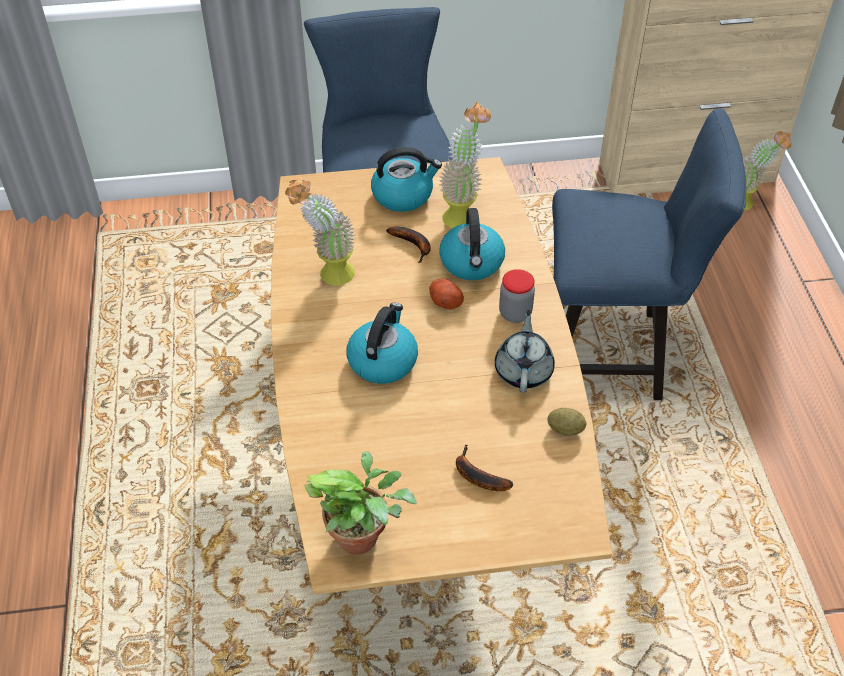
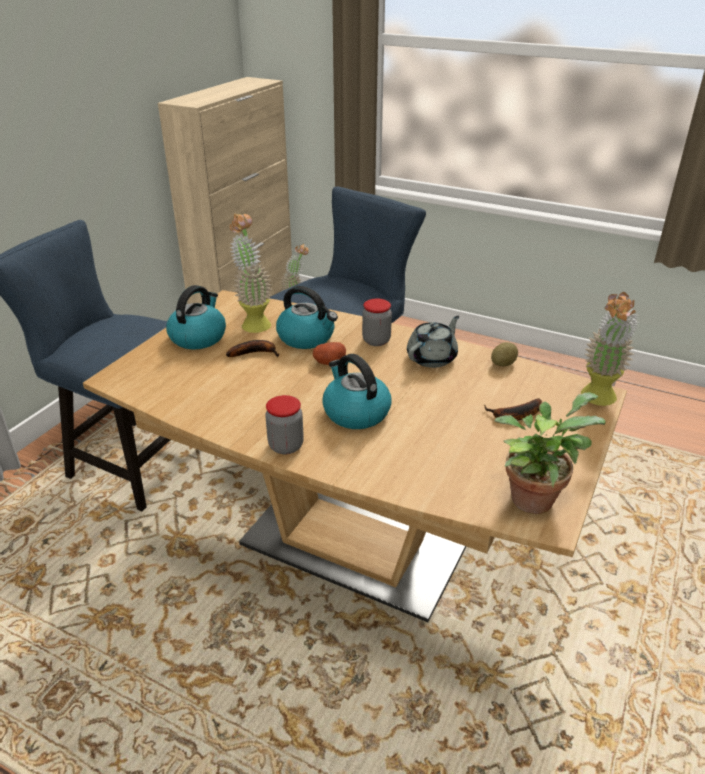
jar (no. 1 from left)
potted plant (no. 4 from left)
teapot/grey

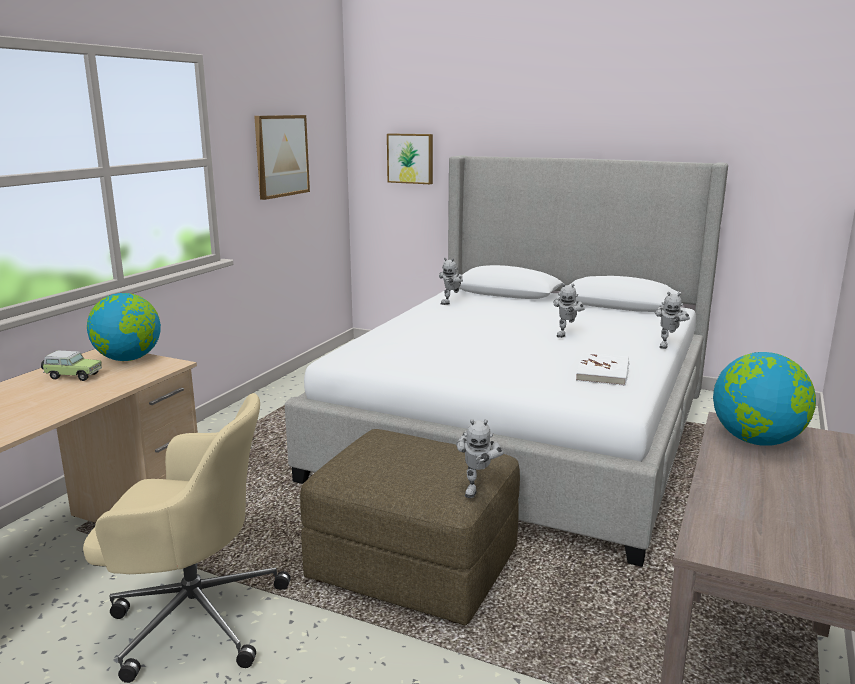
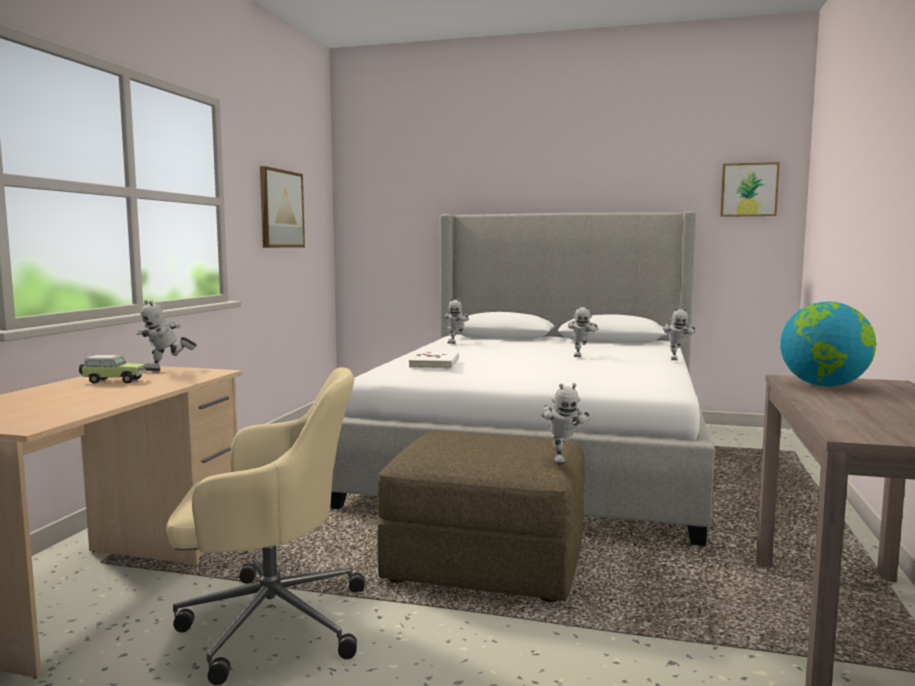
picture (no. 2 from left)
book/white
toy robot (no. 1 from left)

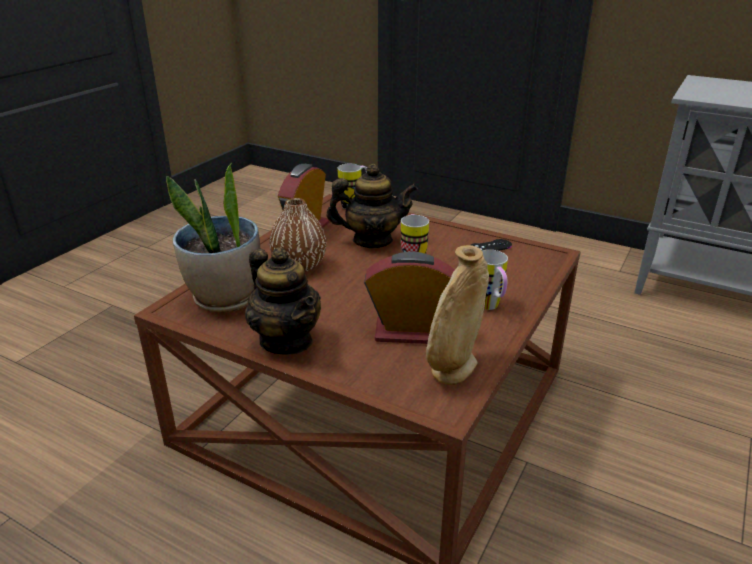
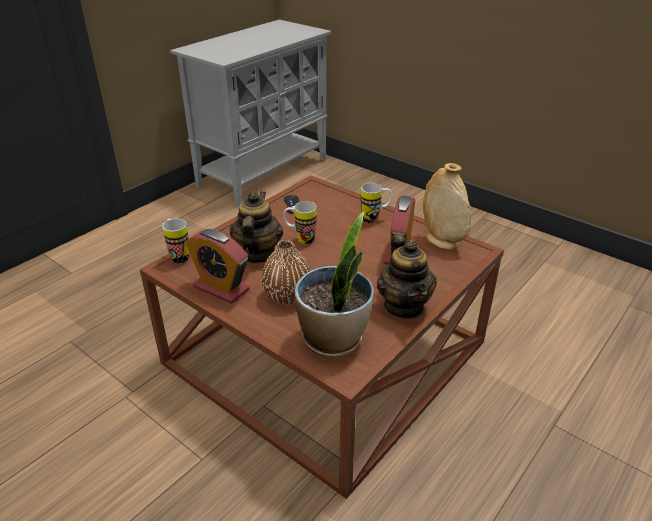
teapot (no. 2 from left)

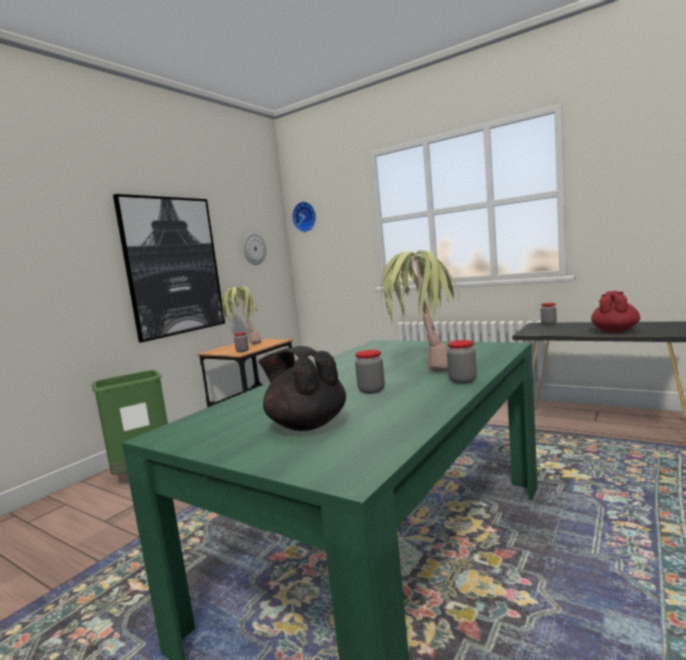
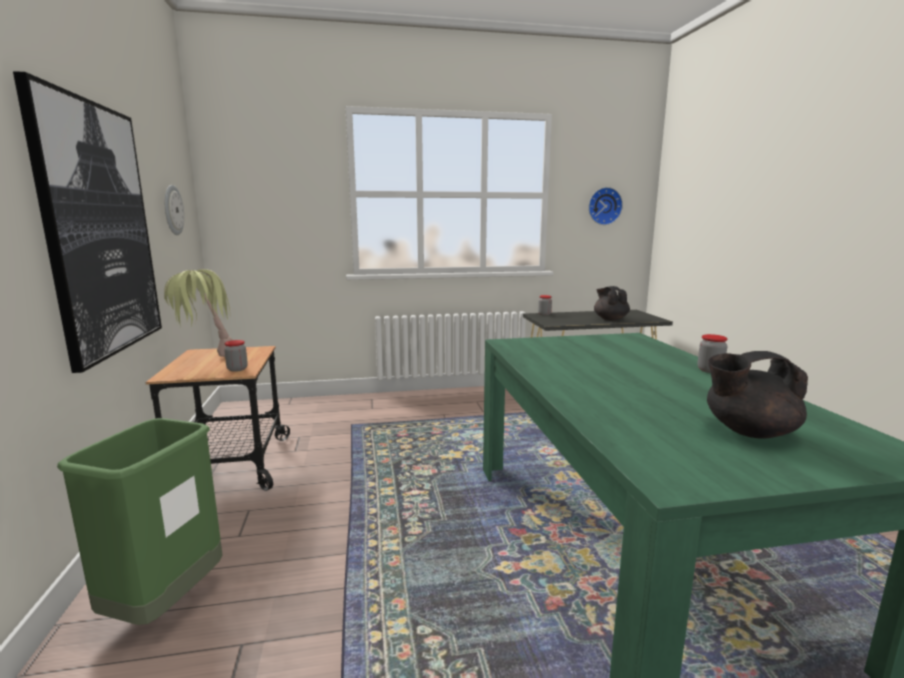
jar (no. 2 from left in the first image)
potted plant (no. 2 from left in the first image)
wall clock (no. 2 from left)
teapot/black (no. 1 from left)

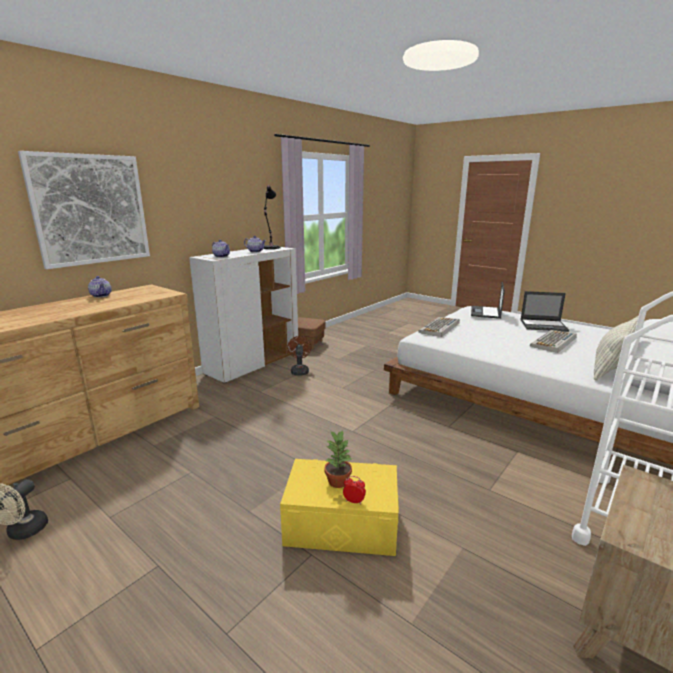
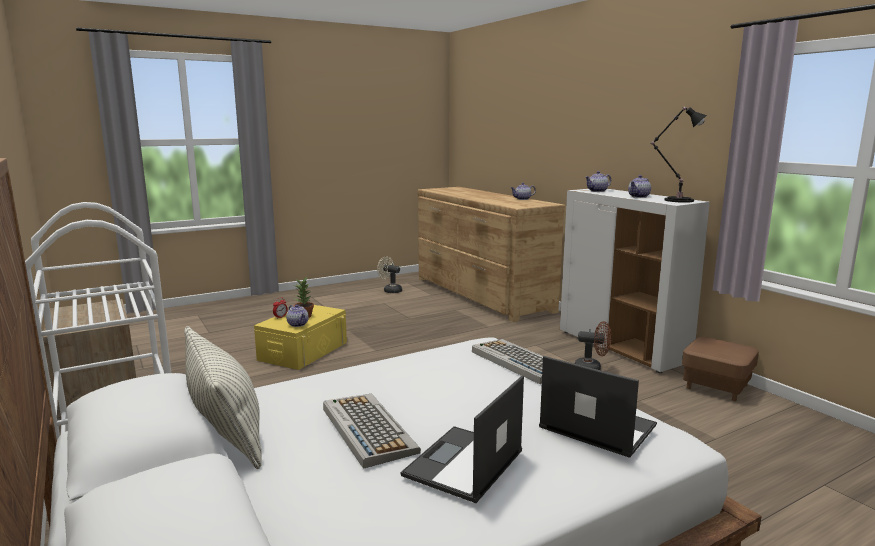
picture
teapot (no. 1 from left)

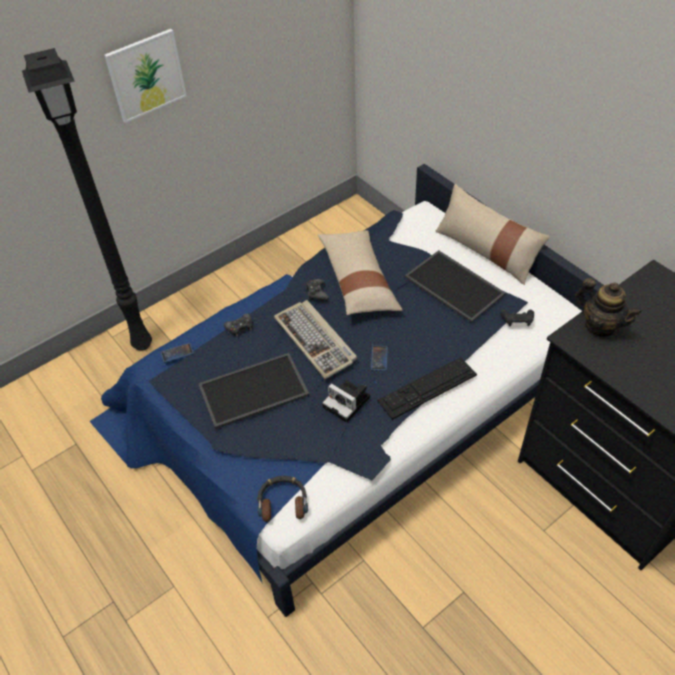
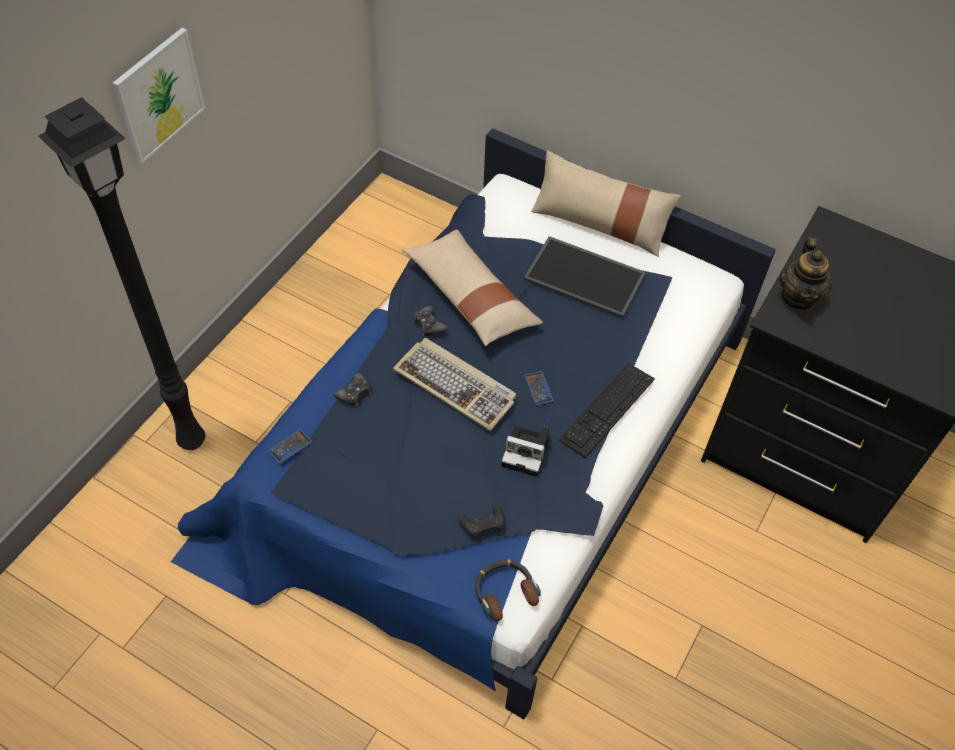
tray (no. 1 from left in the first image)
game controller/black (no. 3 from left)
teapot

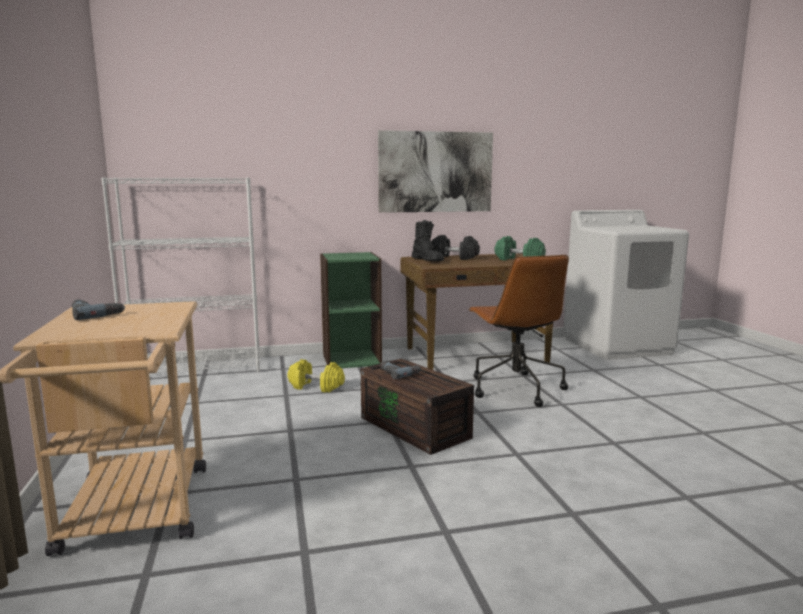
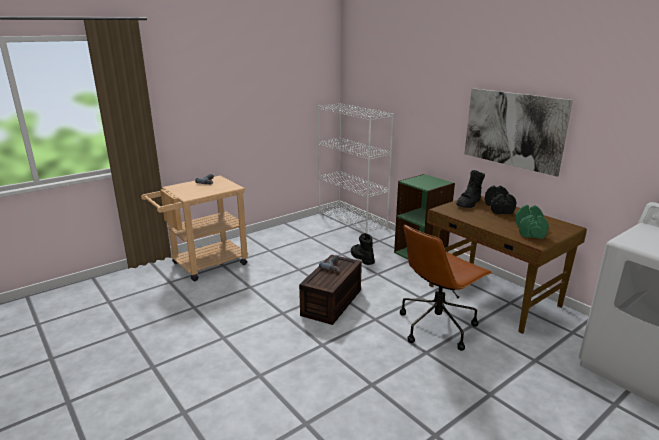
boot/black (no. 1 from left)

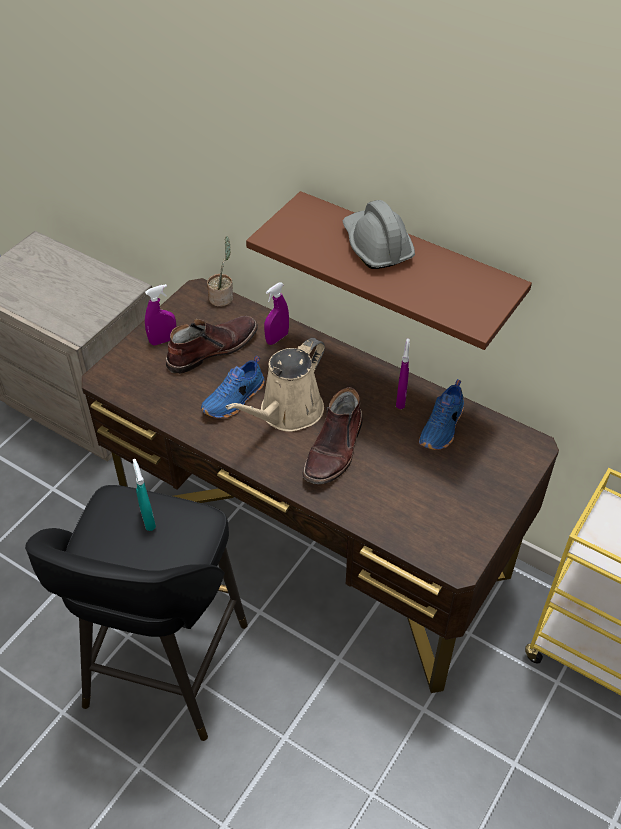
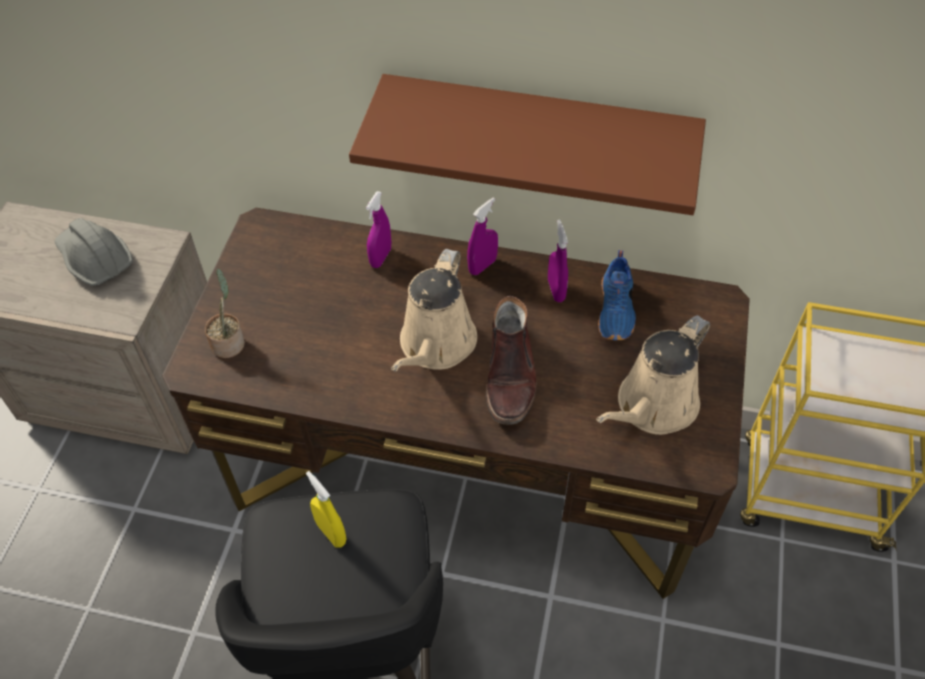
boot/brown (no. 1 from left in the first image)
shoe/blue (no. 1 from left in the first image)
watering can/beige (no. 2 from left)
spray bottle/purple (no. 2 from left)
potted plant
hard hat/grey
spray bottle/yellow

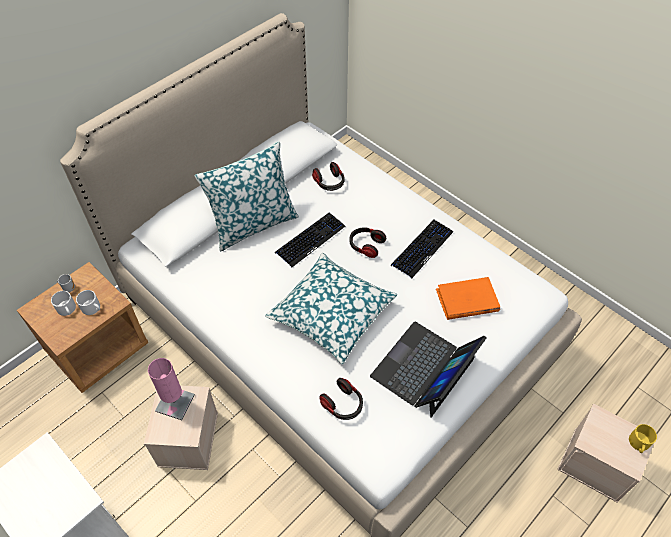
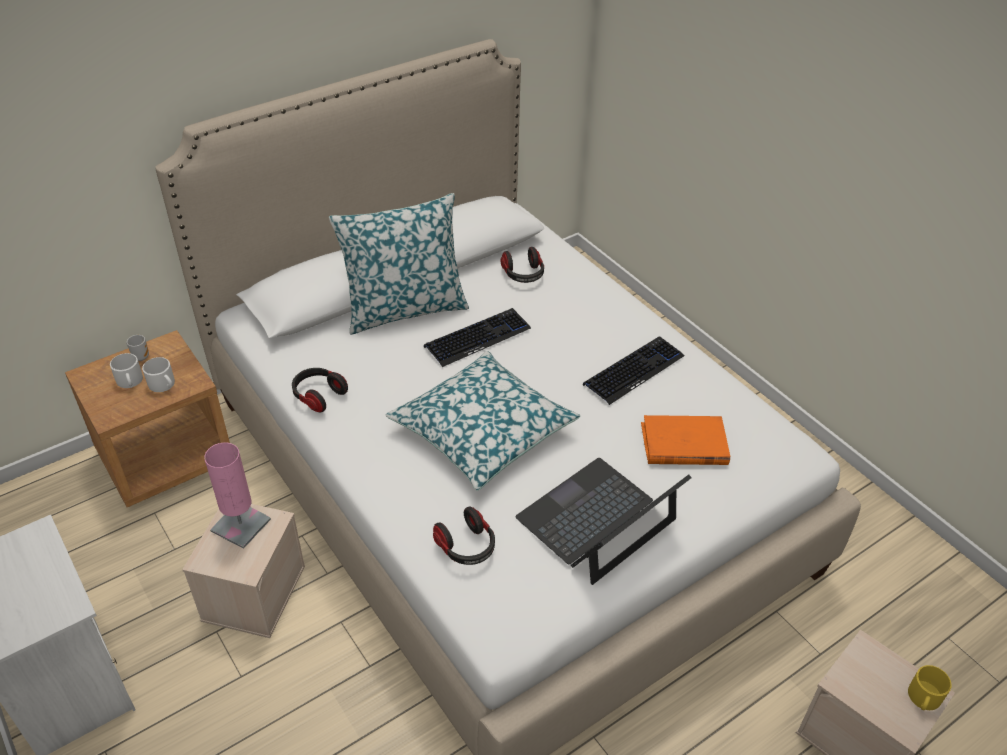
headphones (no. 1 from left)

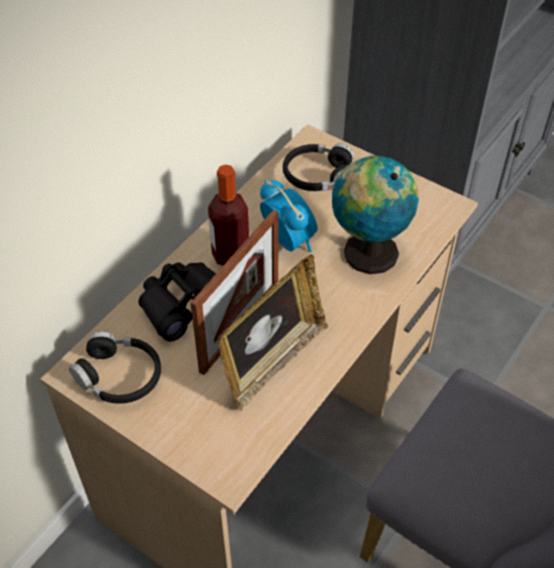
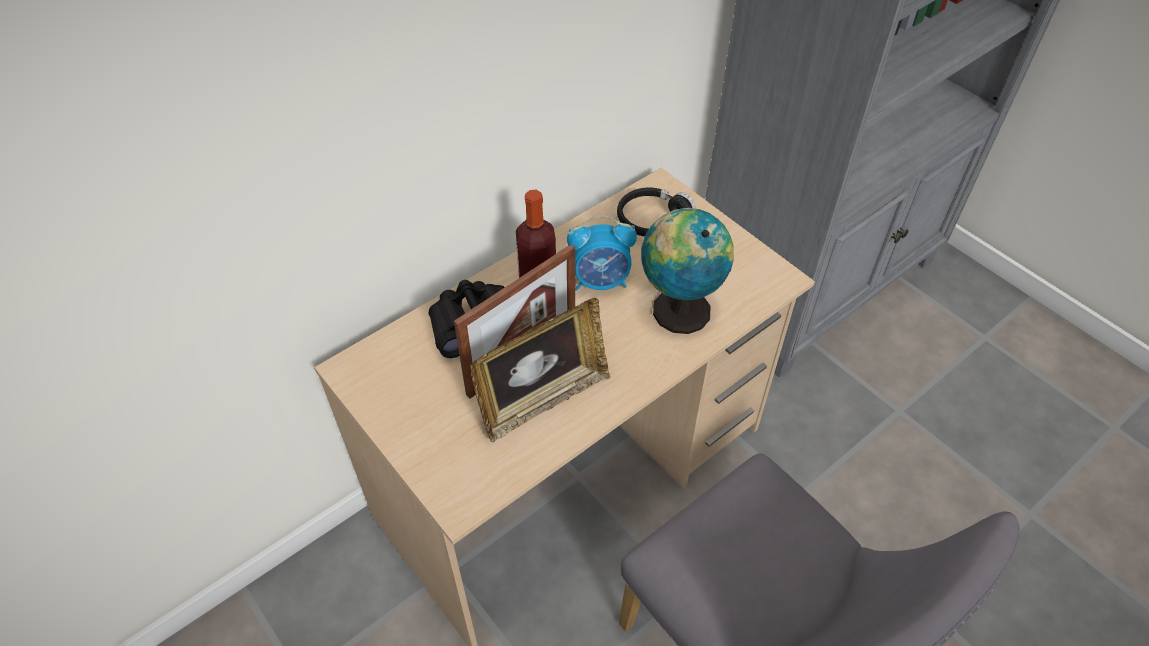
headphones/black (no. 1 from left in the first image)
alarm clock

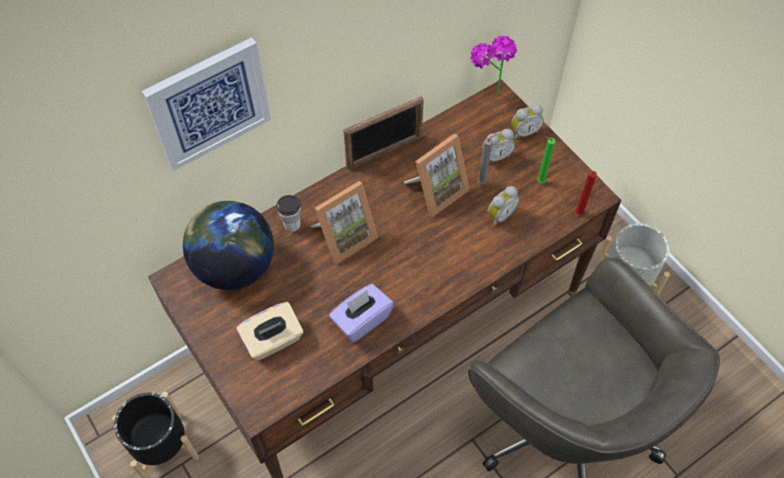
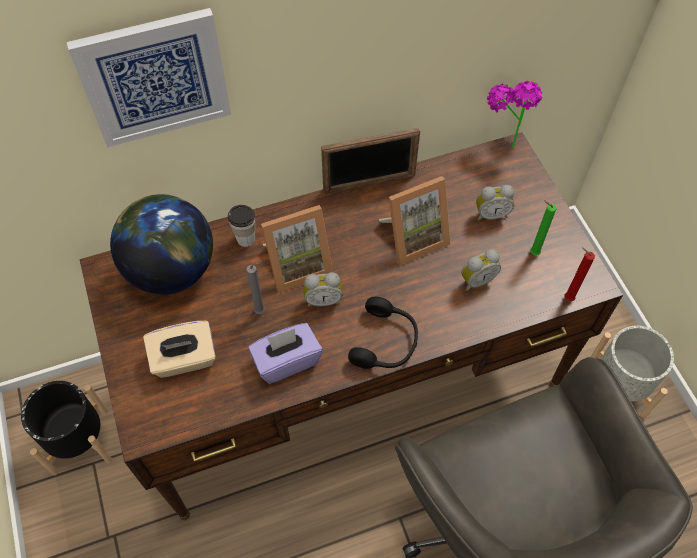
headphones/black
candle/grey
alarm clock (no. 1 from left)

